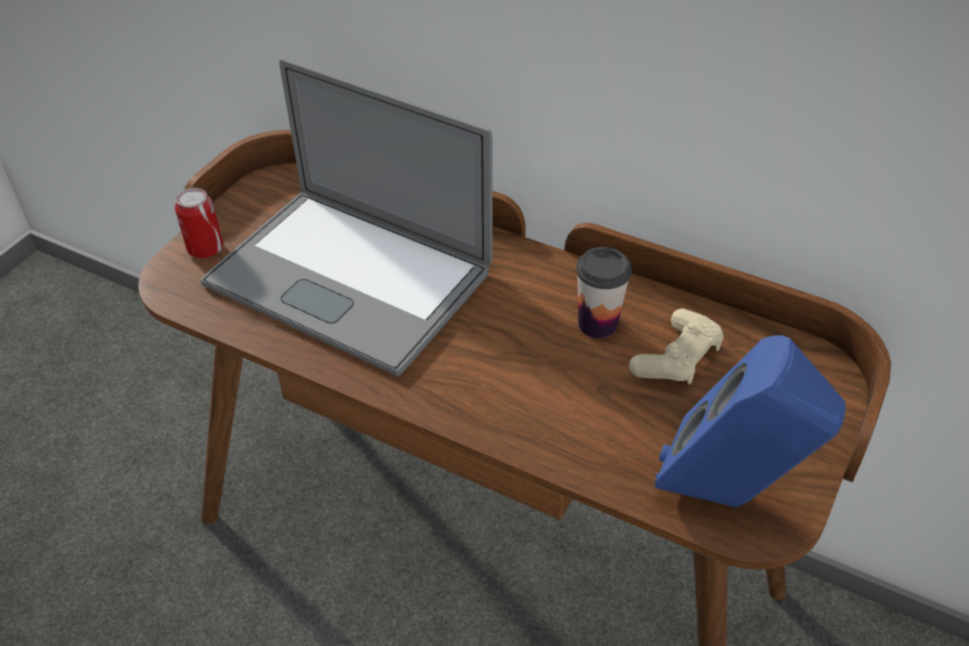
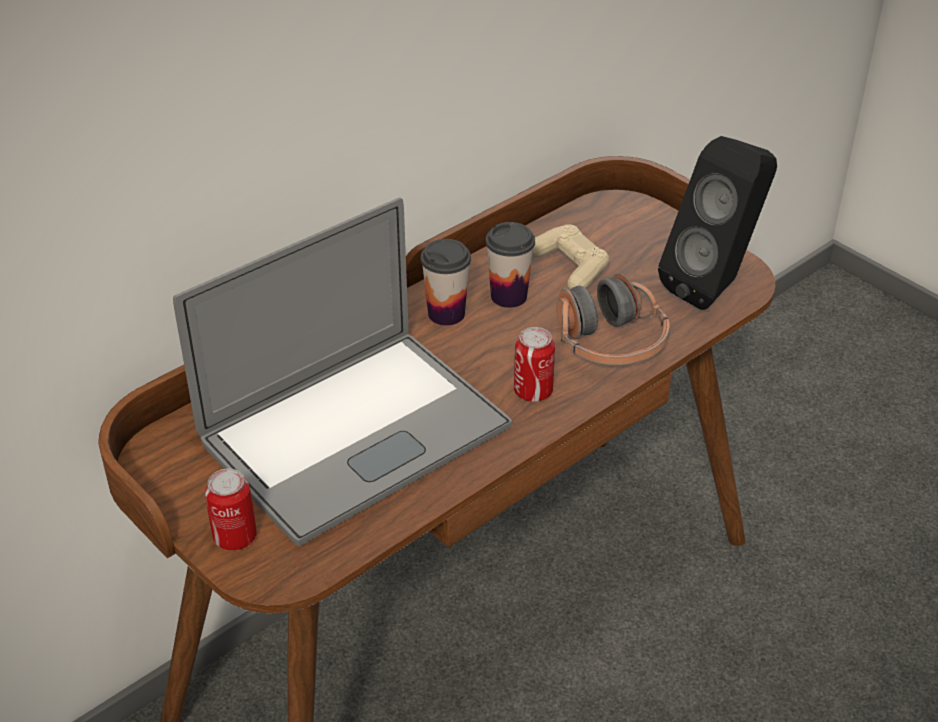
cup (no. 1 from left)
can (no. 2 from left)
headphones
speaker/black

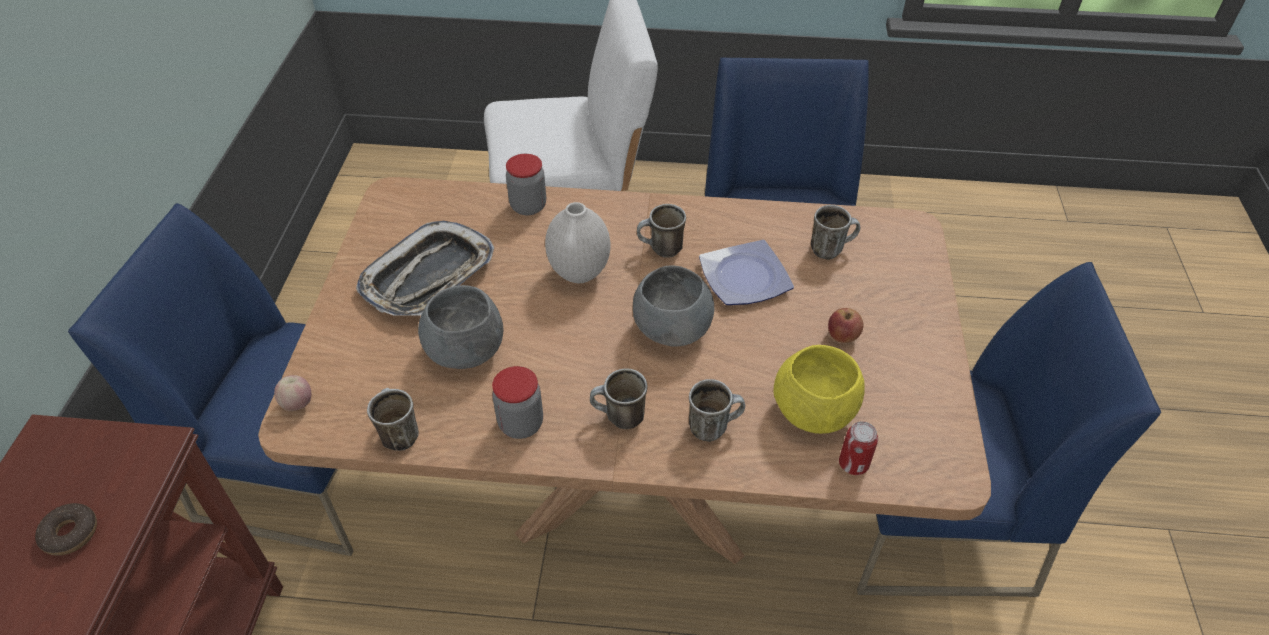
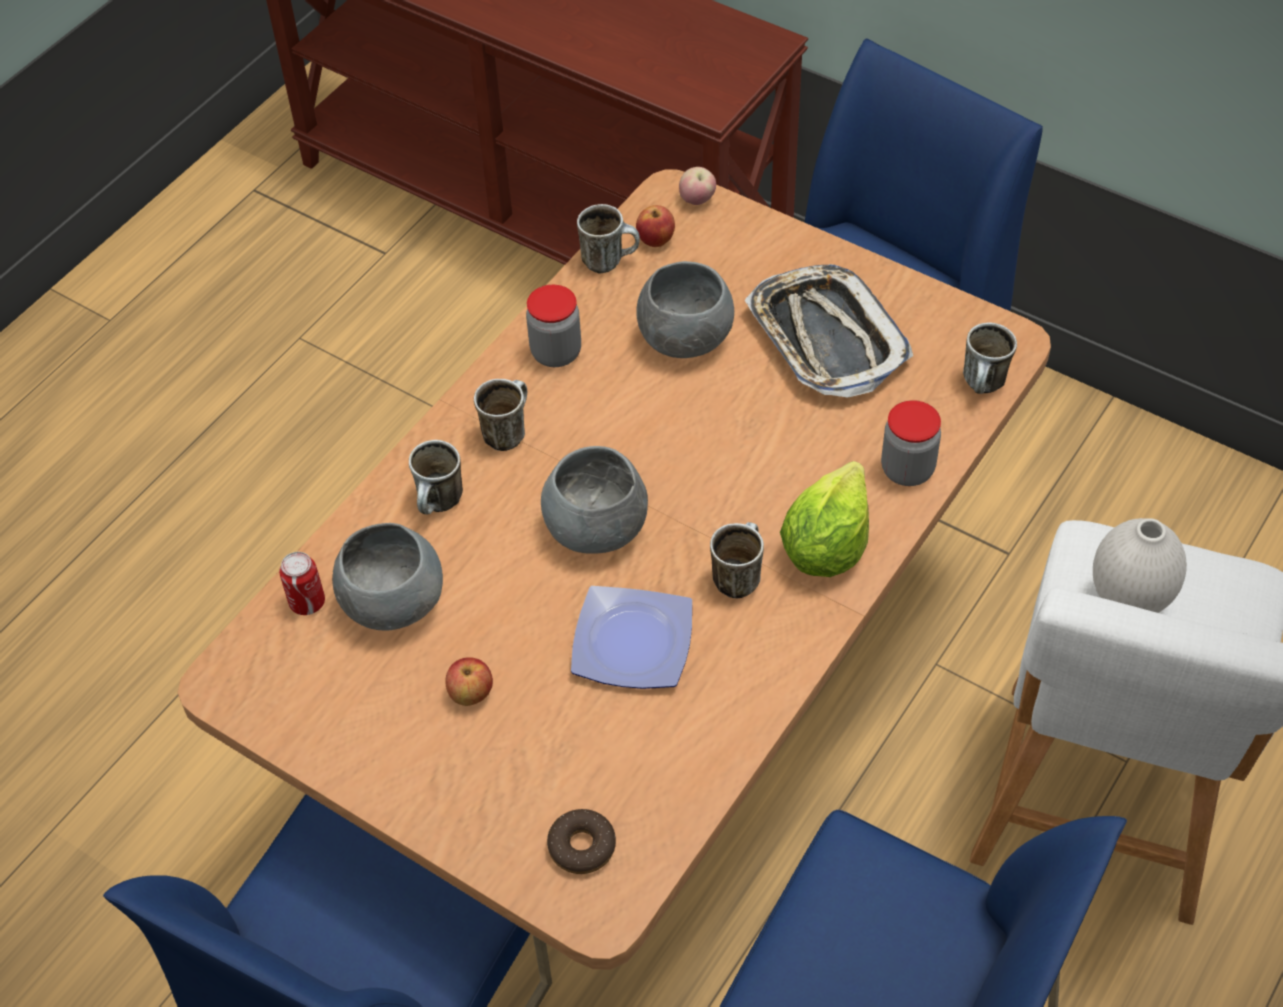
apple (no. 2 from left)
lettuce
donut
vase/white
mug (no. 5 from left)
bowl/grey (no. 1 from left)

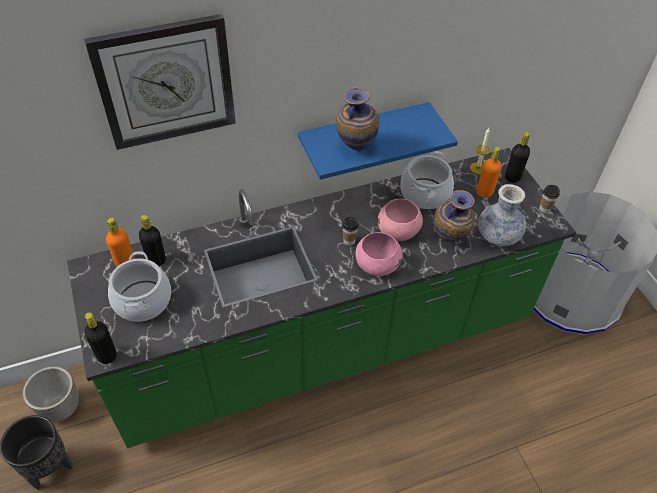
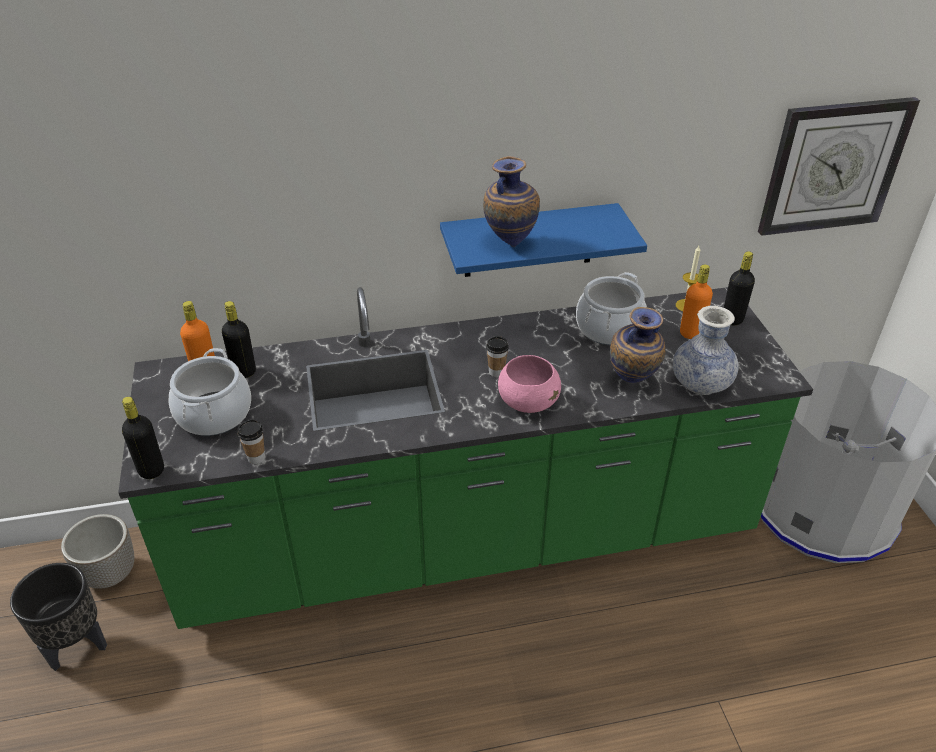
bowl/pink (no. 2 from left in the first image)
wall clock
cup (no. 1 from left)

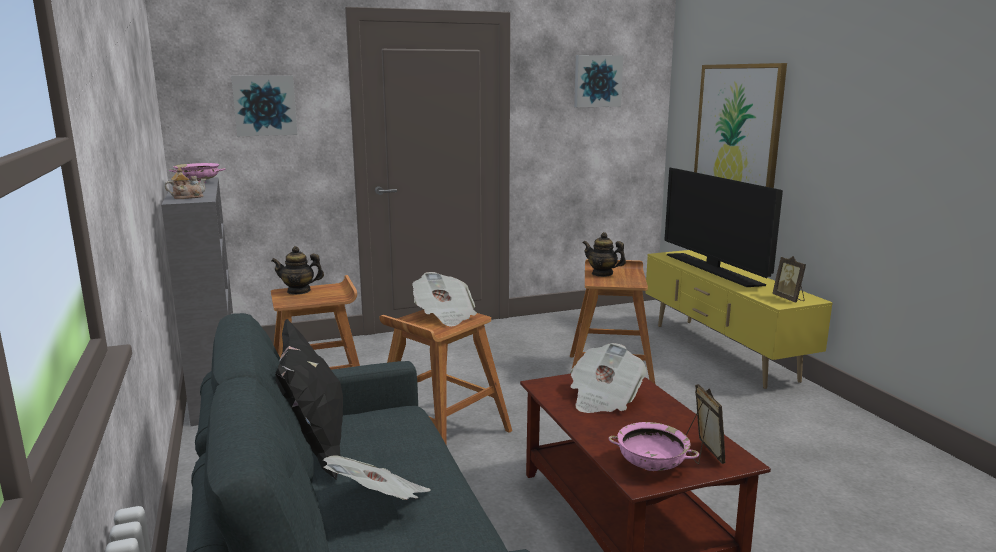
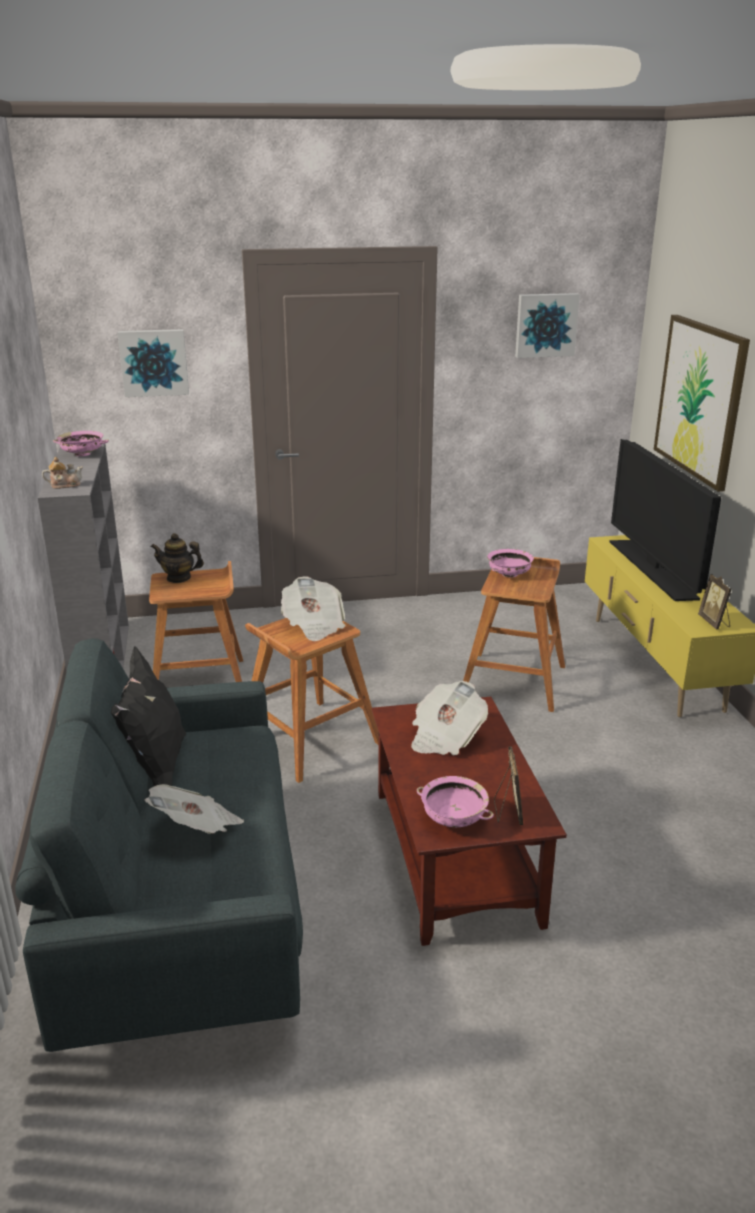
bowl/pink (no. 3 from left)

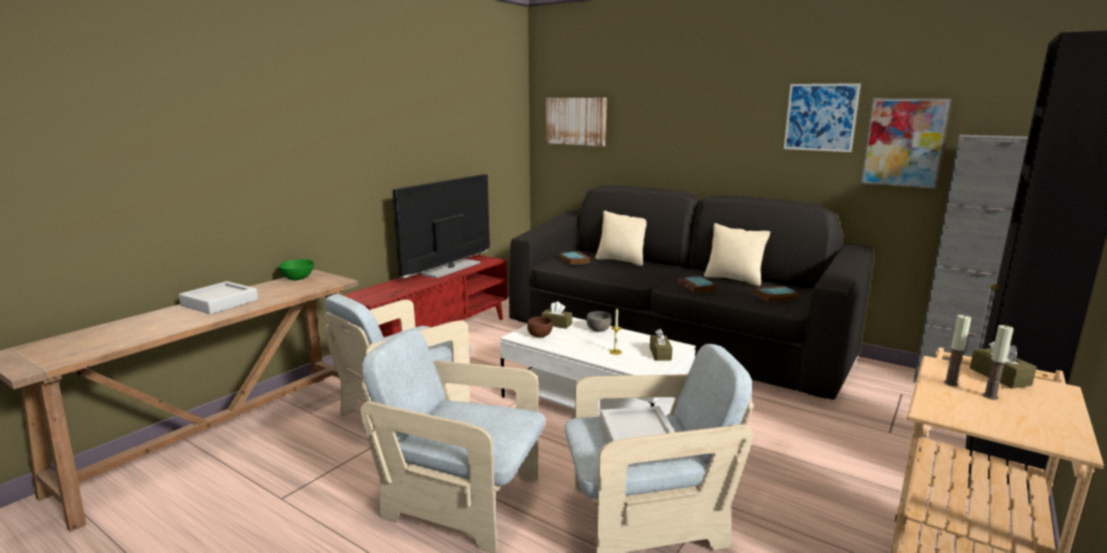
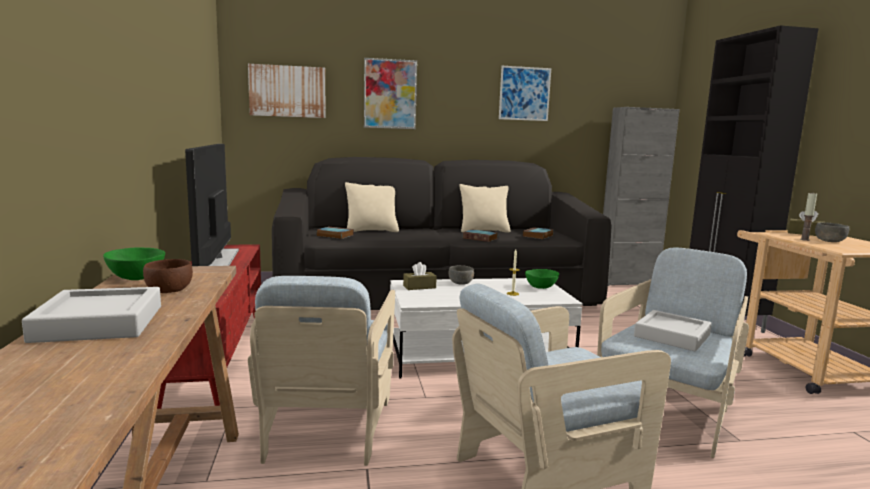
bowl/brown
picture (no. 2 from left)
bowl/green (no. 2 from left)
bowl/grey (no. 2 from left)

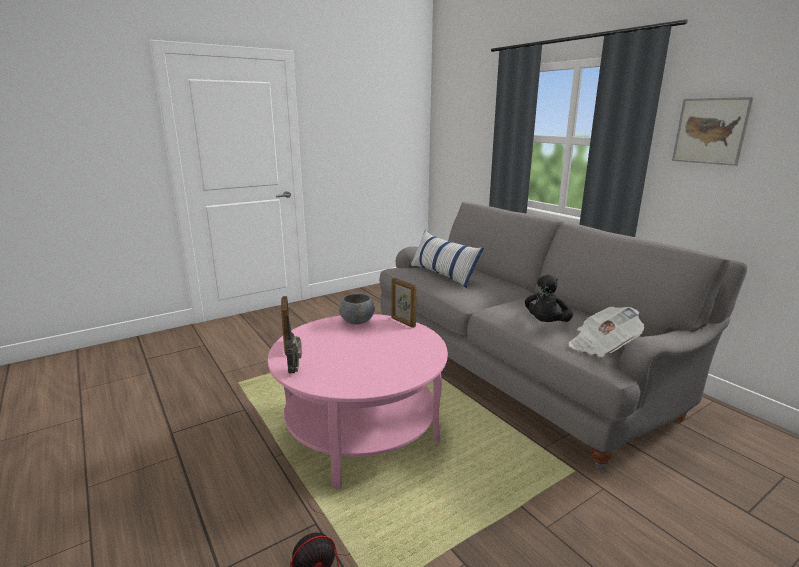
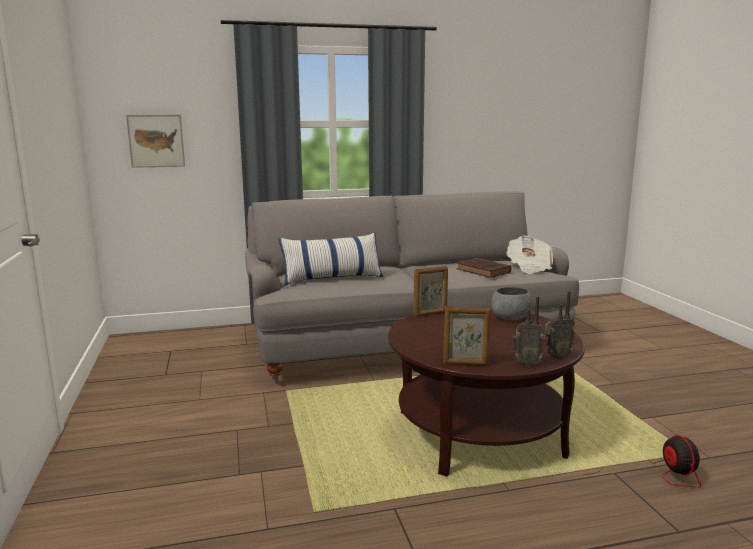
radio (no. 2 from left)
bowl/grey
picture
book/brown
coffee table/brown

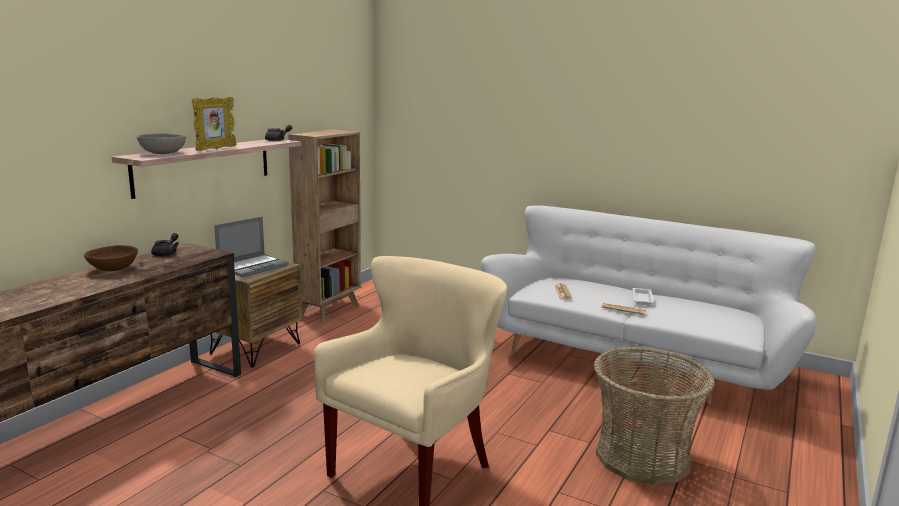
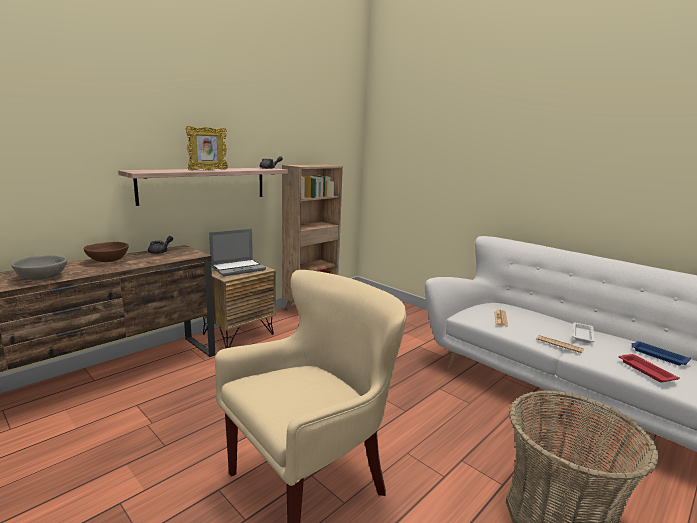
tray/red
tray/blue
bowl/grey

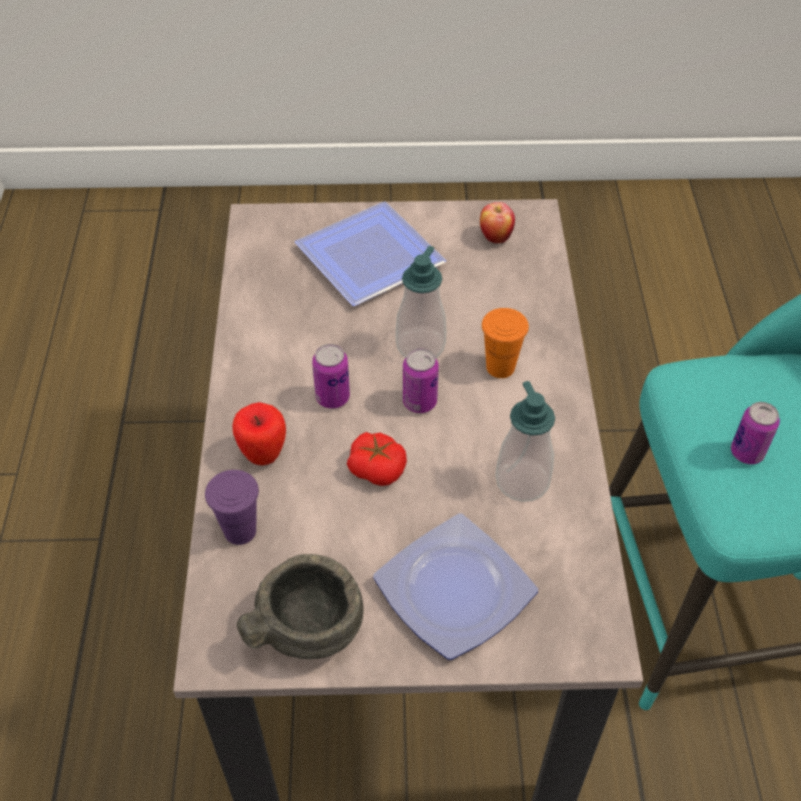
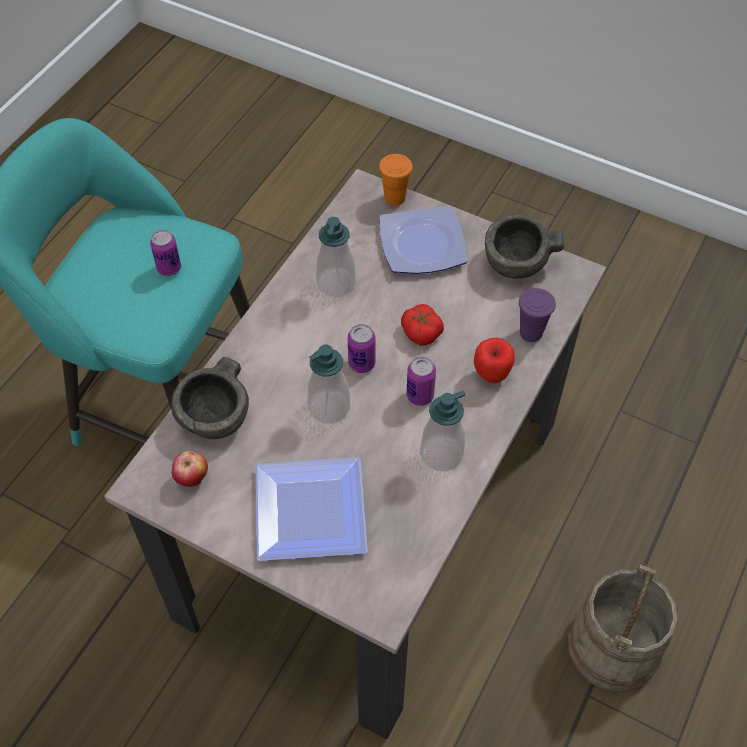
bowl/grey (no. 1 from left)
soap dispenser (no. 3 from left)
bucket/beige
cup/orange

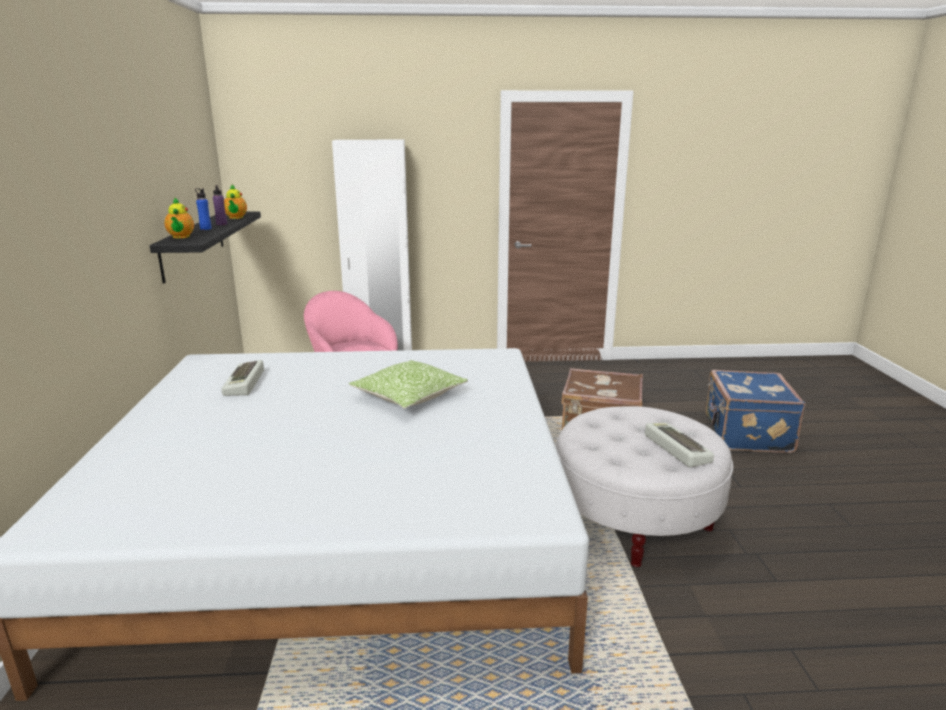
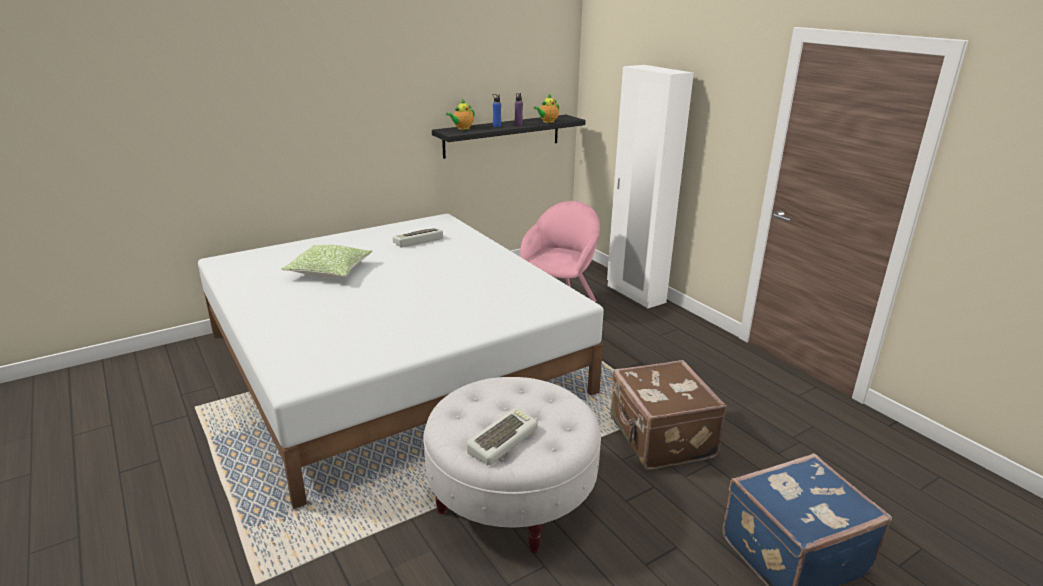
pillow

